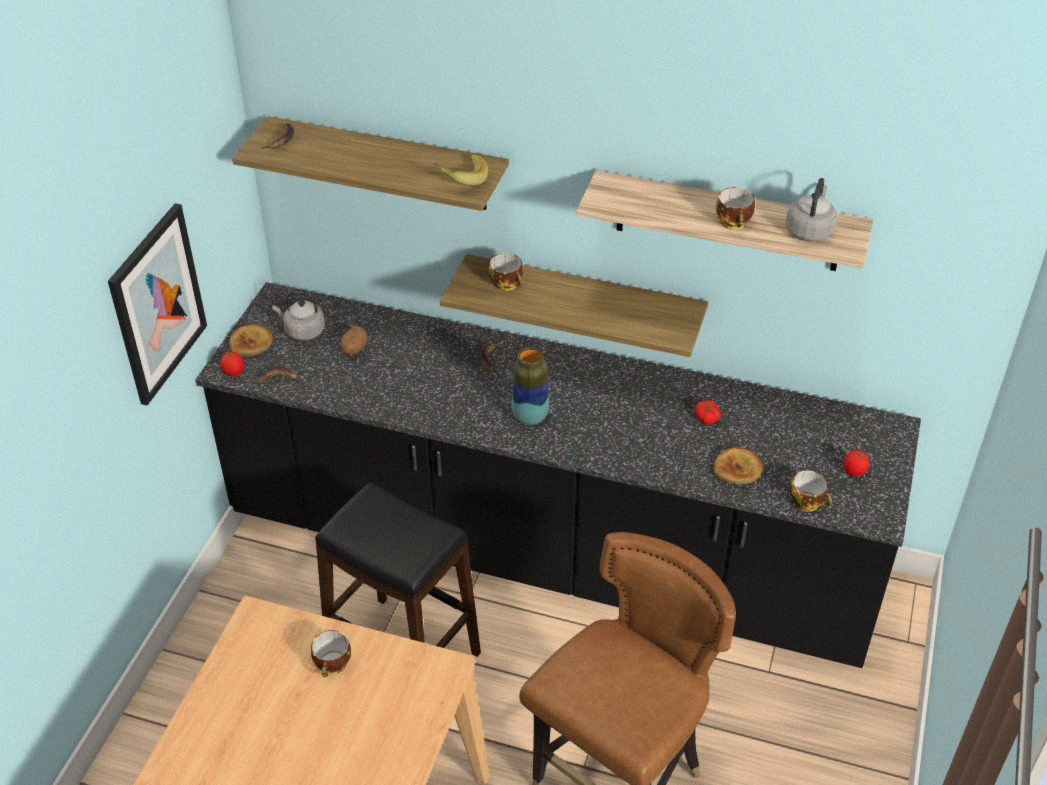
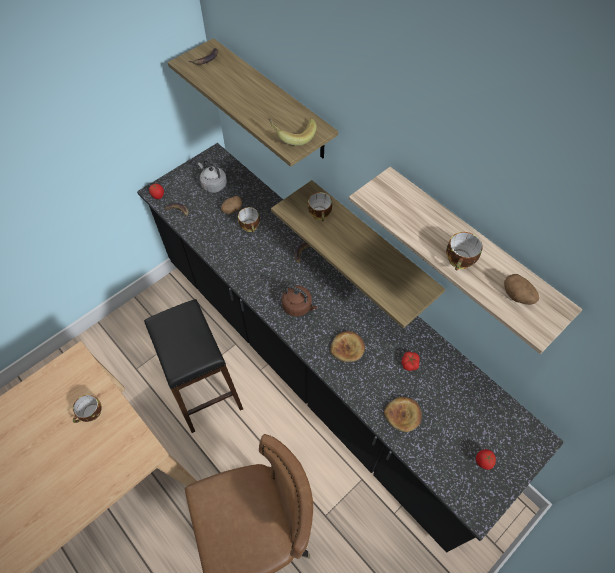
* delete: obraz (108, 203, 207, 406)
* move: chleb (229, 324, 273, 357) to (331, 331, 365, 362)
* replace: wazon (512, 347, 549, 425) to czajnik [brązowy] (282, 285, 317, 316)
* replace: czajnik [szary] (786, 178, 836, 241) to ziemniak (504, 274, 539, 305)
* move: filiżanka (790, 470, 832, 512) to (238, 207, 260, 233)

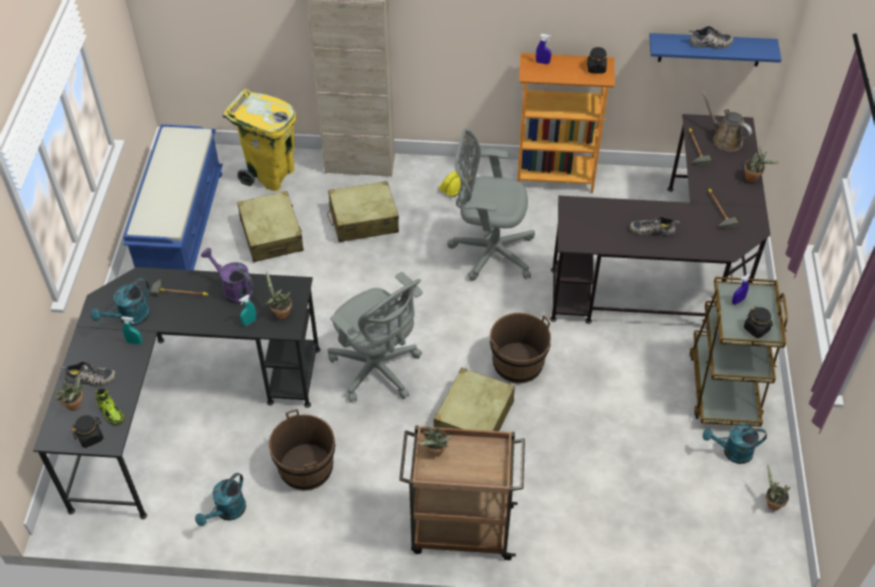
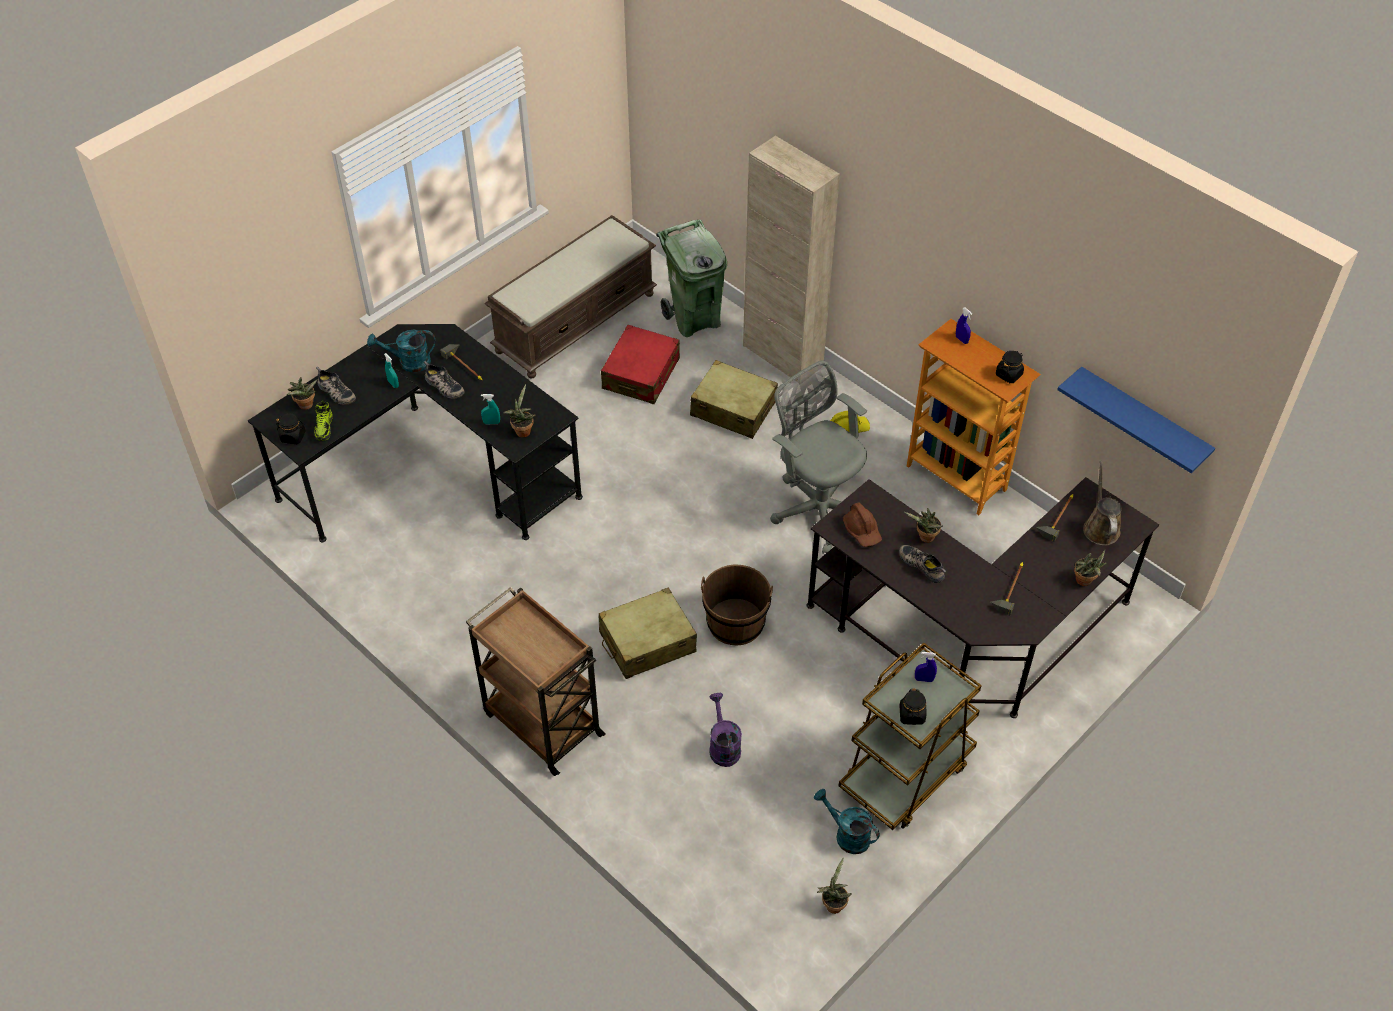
* recolor: ławka [niebieski] (123, 124, 223, 270) to ławka [brązowy] (485, 215, 657, 379)
* delete: konewka [turkusowy] (195, 473, 246, 526)
* move: konewka [fioletowy] (201, 248, 254, 304) to (709, 693, 742, 767)
* recolor: kosz na śmieci [żółty] (222, 88, 296, 191) to kosz na śmieci [zielony] (656, 219, 727, 337)
* recolor: walizka [beżowy] (237, 191, 304, 262) to walizka [czerwony] (601, 325, 680, 404)
* delete: wiadro [brązowy] (269, 409, 335, 491)
* delete: krzesło biurowe [szary] (328, 272, 423, 403)
* move: roślina doniczkowa (416, 426, 454, 456) to (904, 508, 943, 543)
* move: but (689, 26, 733, 49) to (424, 361, 465, 399)
* insert: kask [brązowy] (843, 502, 882, 547)

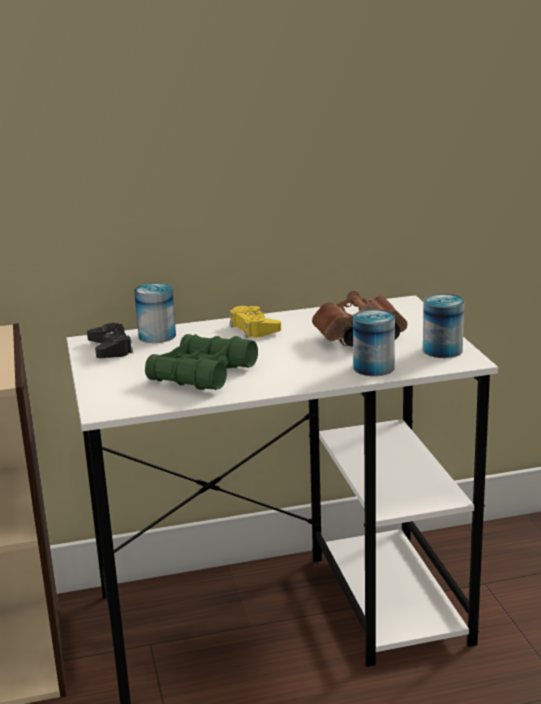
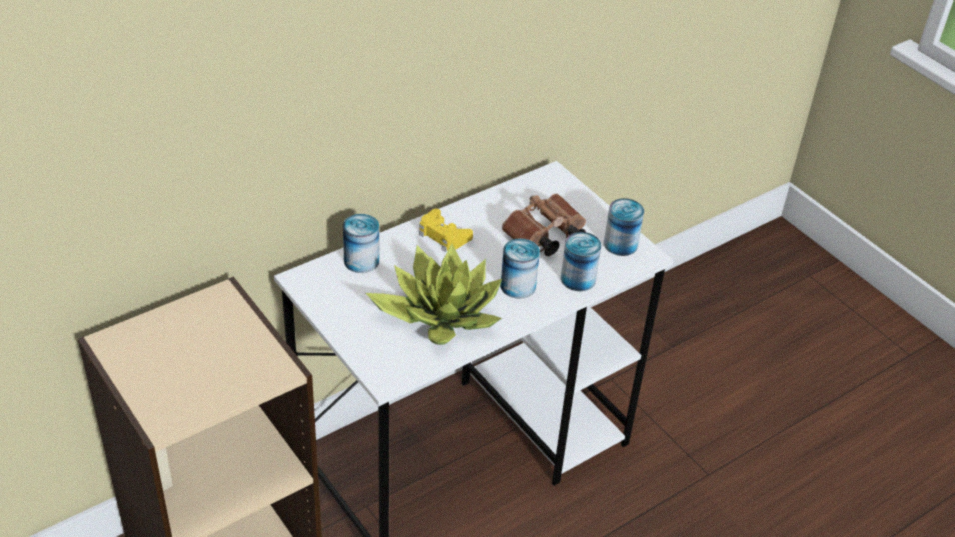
* delete: pad do gier [czarny] (87, 323, 134, 358)
* replace: lornetka [zielony] (145, 334, 258, 390) to roślina doniczkowa (366, 244, 502, 345)
* insert: puszka (500, 238, 540, 299)

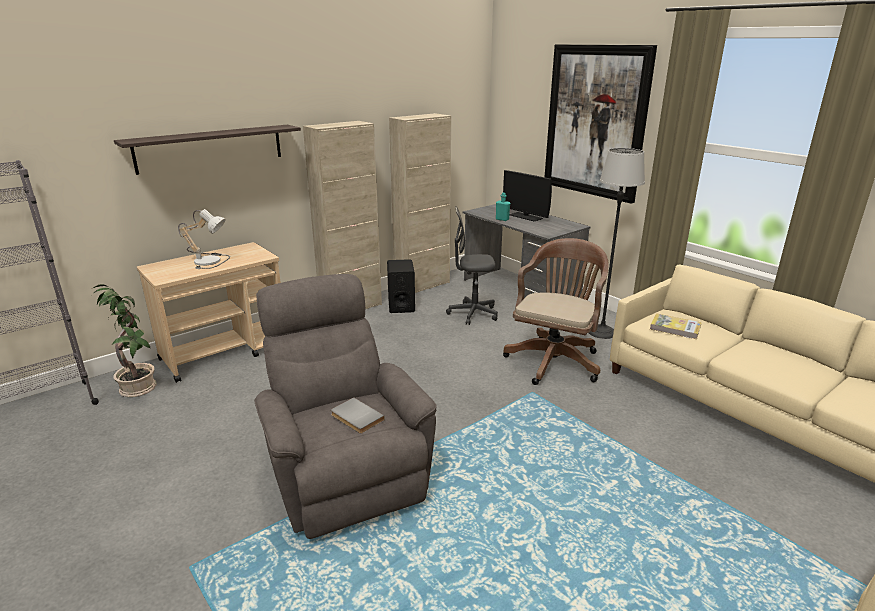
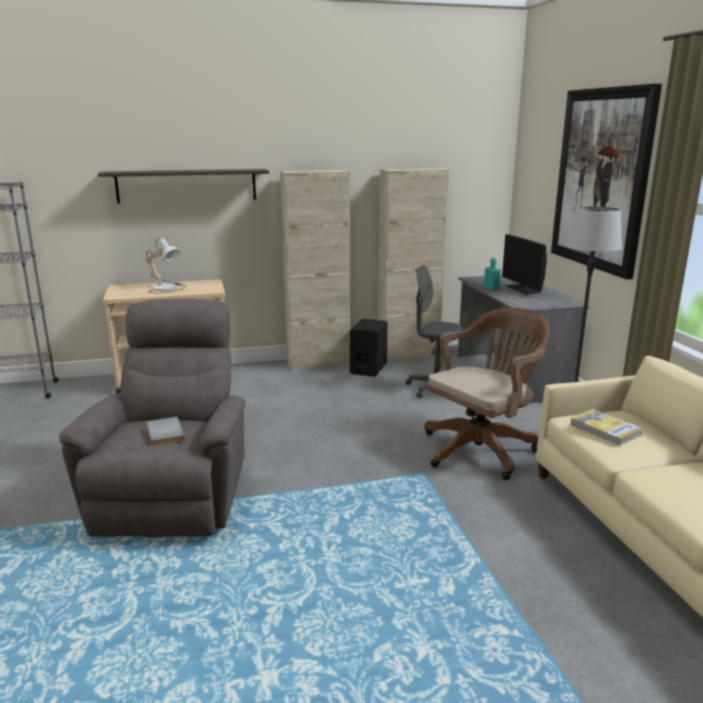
* delete: roślina doniczkowa (92, 284, 157, 397)

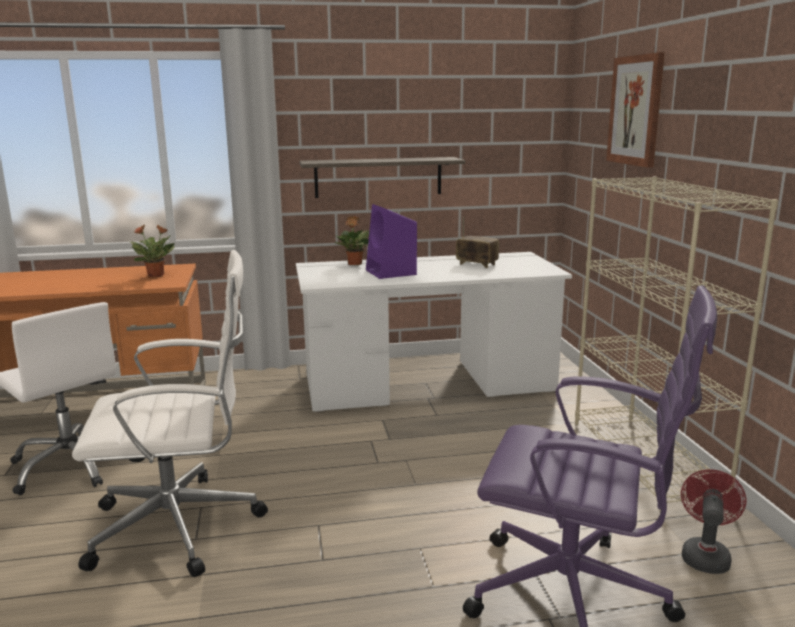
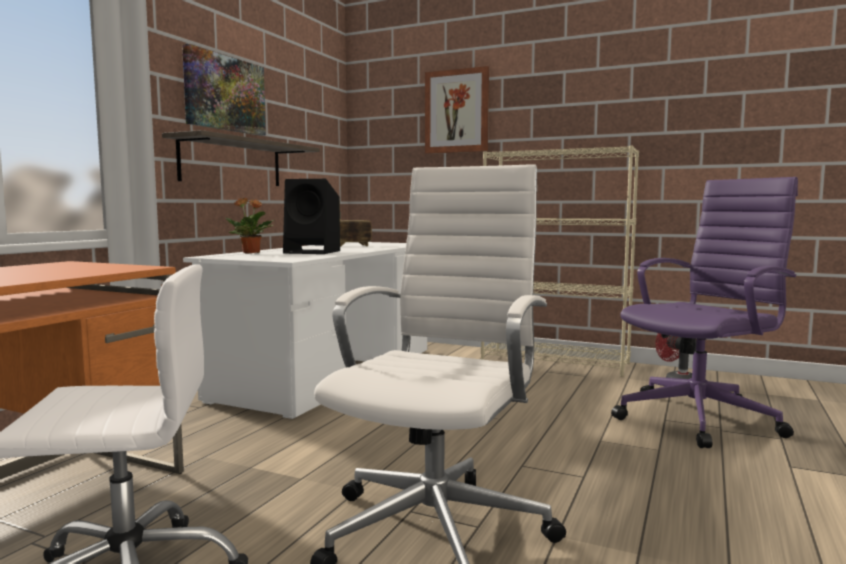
* delete: roślina doniczkowa (130, 224, 175, 277)
* recolor: głośnik [fioletowy] (366, 204, 417, 279) to głośnik [czarny] (283, 179, 340, 254)
* insert: obraz (182, 44, 266, 136)

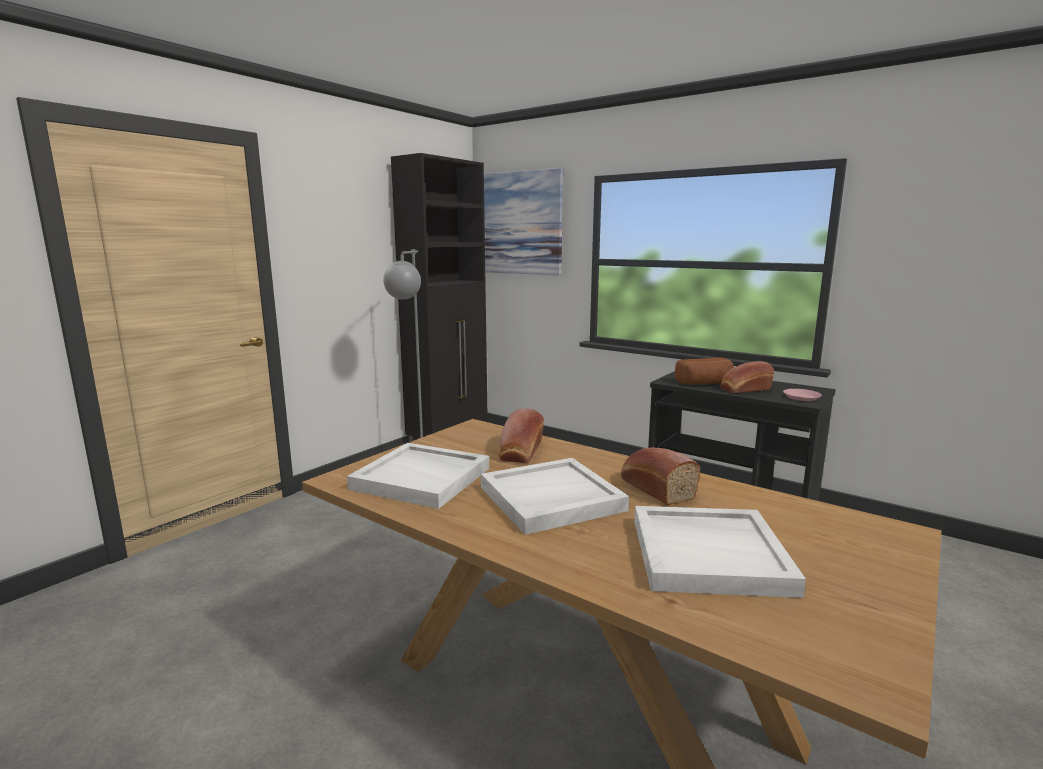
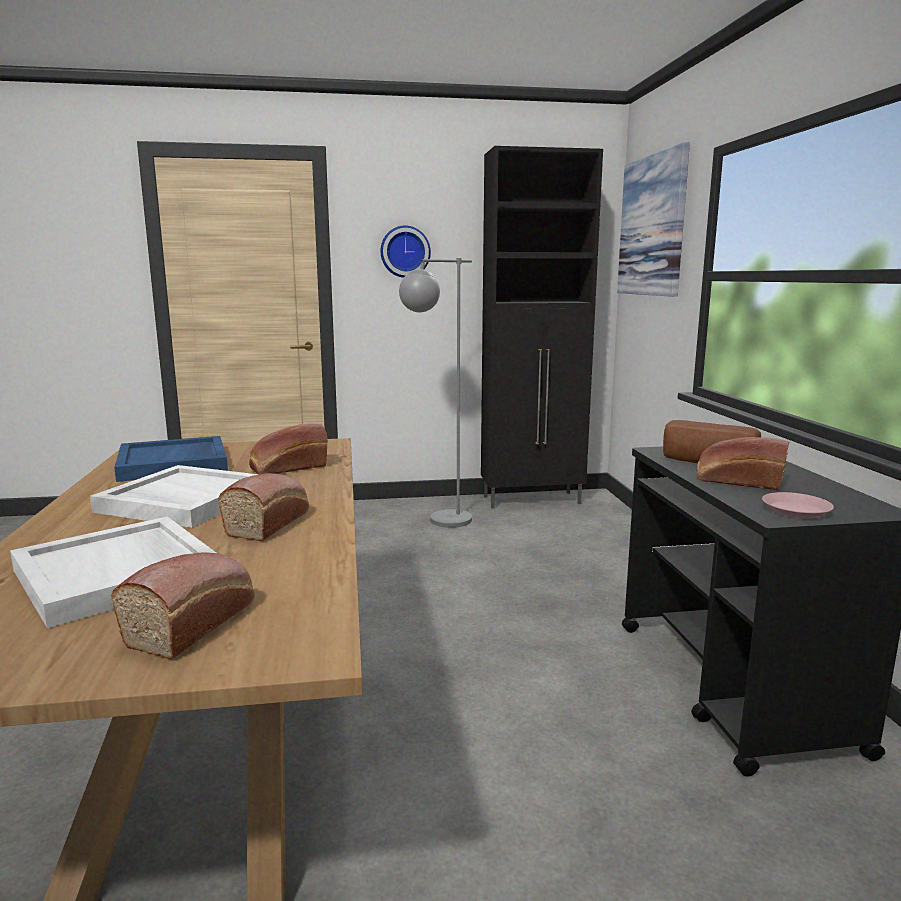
* recolor: taca [biały] (347, 443, 489, 509) to taca [niebieski] (114, 436, 228, 482)
* insert: chleb (111, 553, 255, 660)
* insert: zegar ścienny (380, 225, 431, 278)

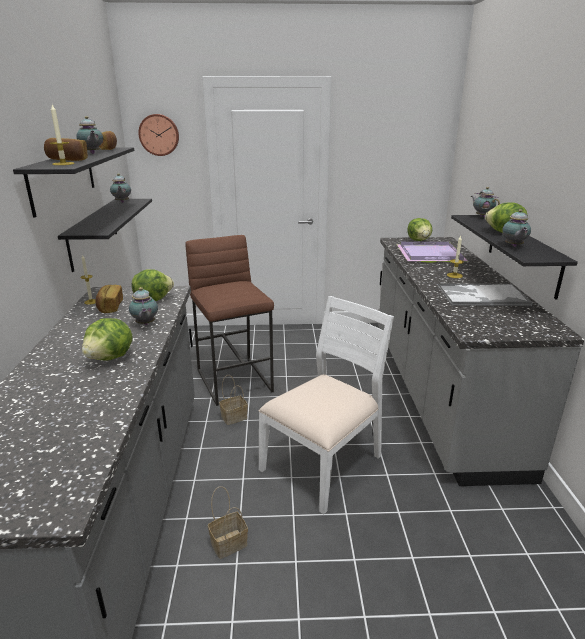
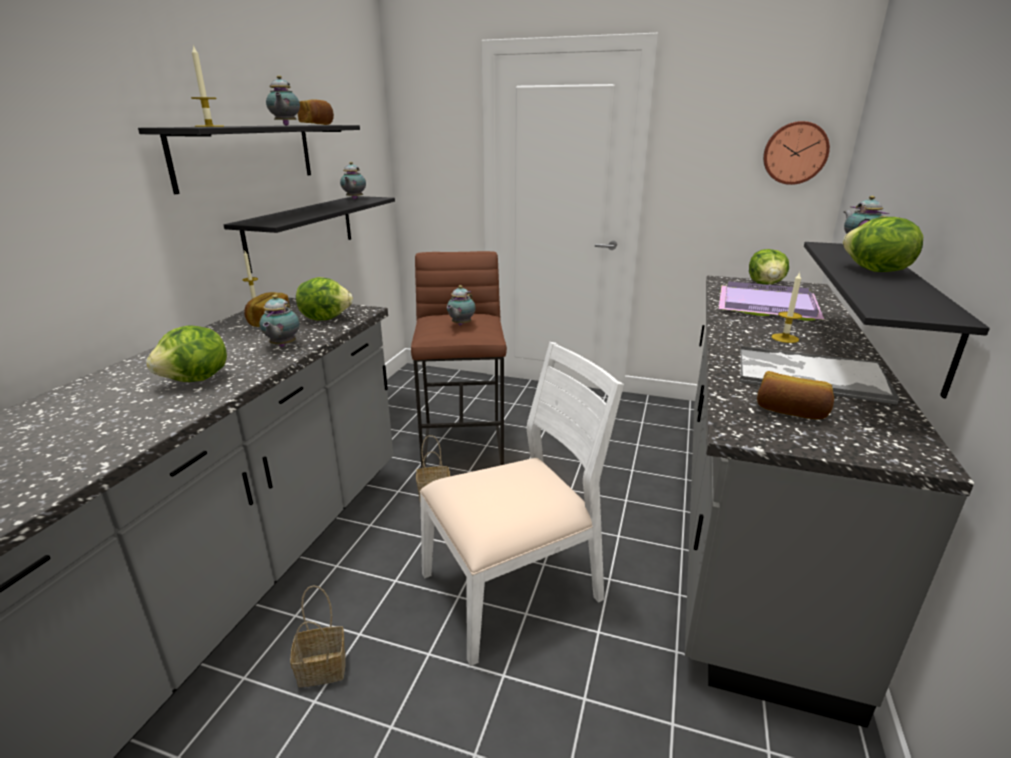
* move: chleb (44, 138, 88, 161) to (757, 371, 834, 419)
* move: zegar ścienny (138, 114, 179, 156) to (763, 121, 830, 185)
* move: imbryk (502, 209, 531, 247) to (447, 285, 476, 326)

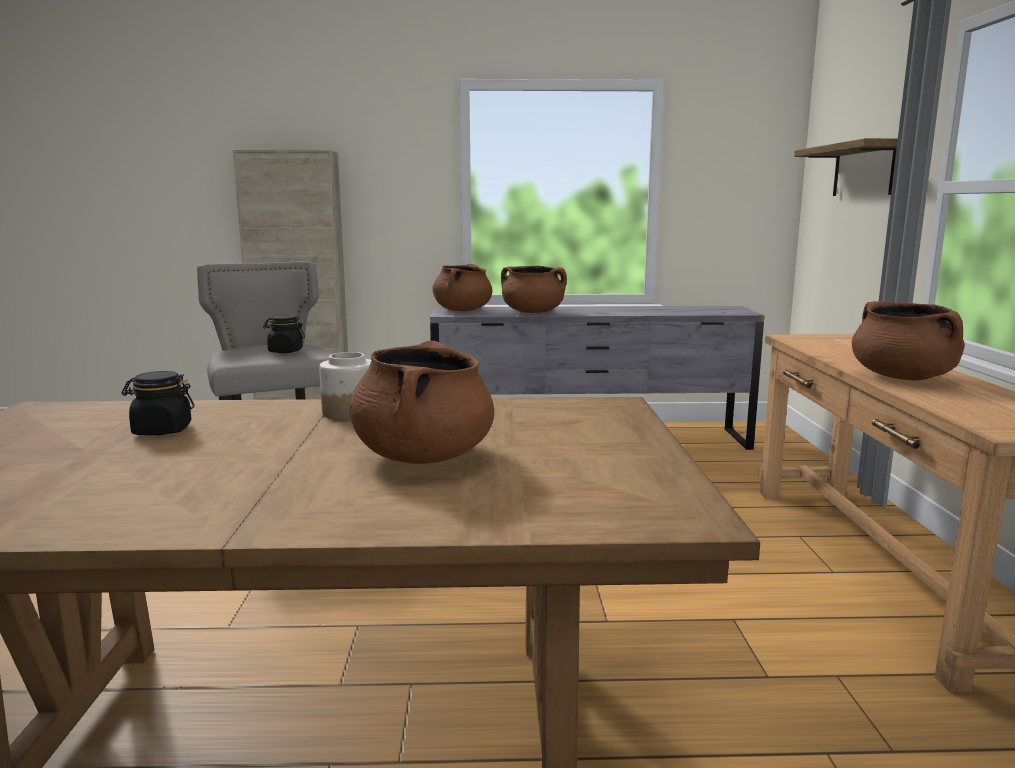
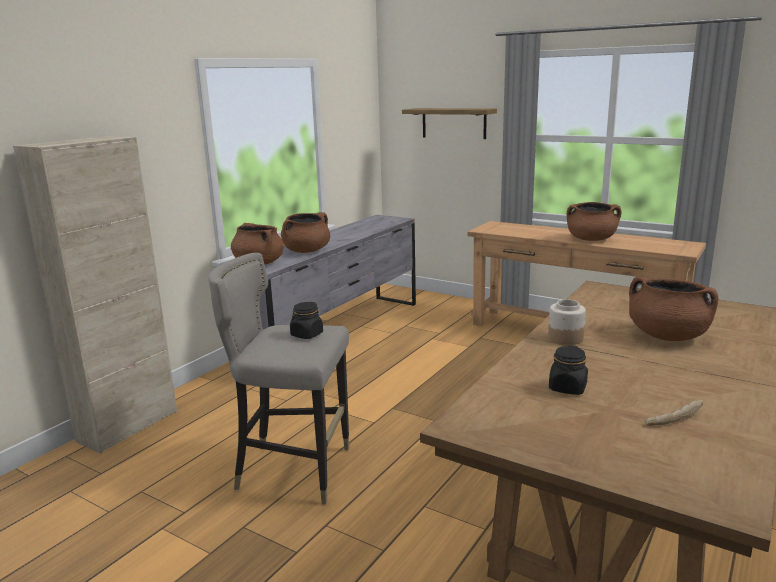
* insert: chleb (645, 399, 703, 426)

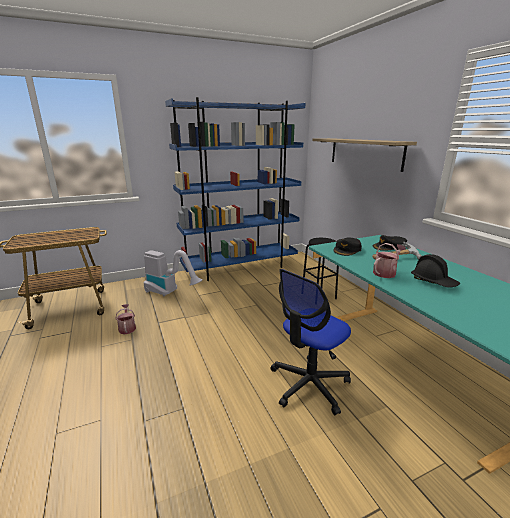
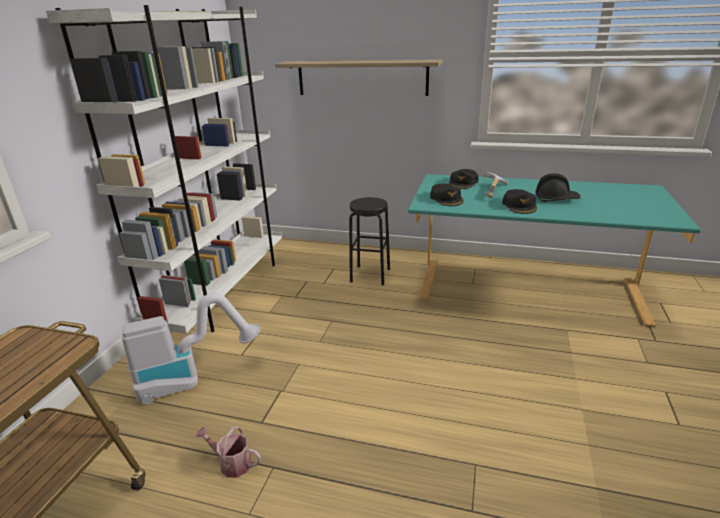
* recolor: regał [niebieski] (165, 97, 305, 281) to regał [biały] (46, 5, 282, 333)
* delete: krzesło biurowe (271, 269, 351, 415)
* replace: konewka (373, 243, 406, 278) to czapka z daszkiem [czarny] (502, 189, 537, 214)

